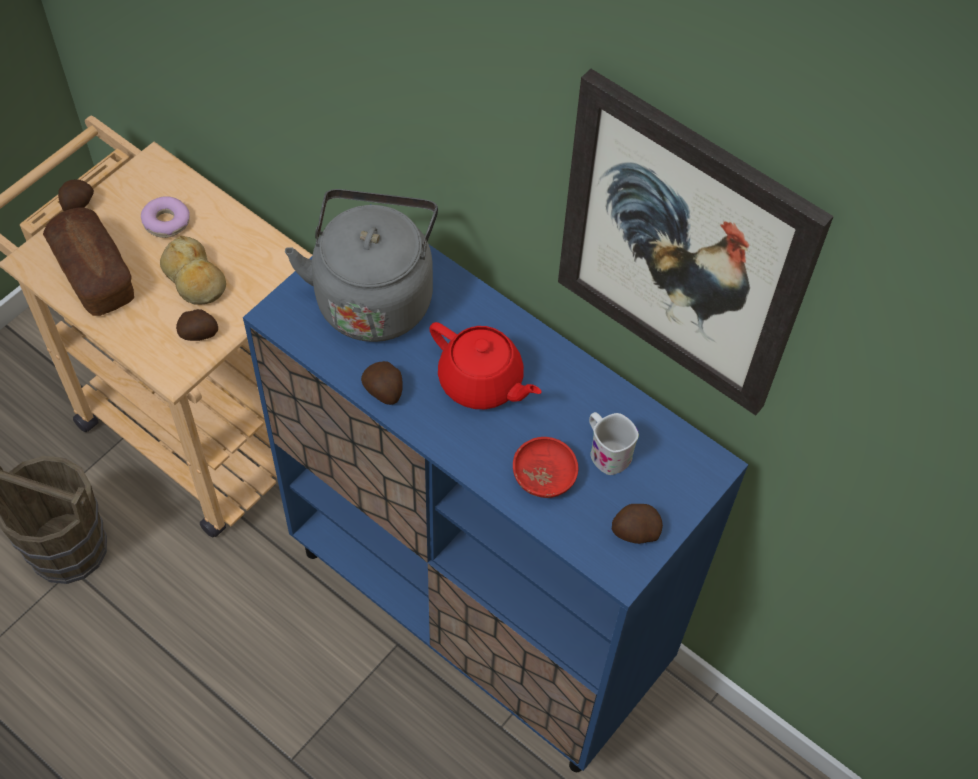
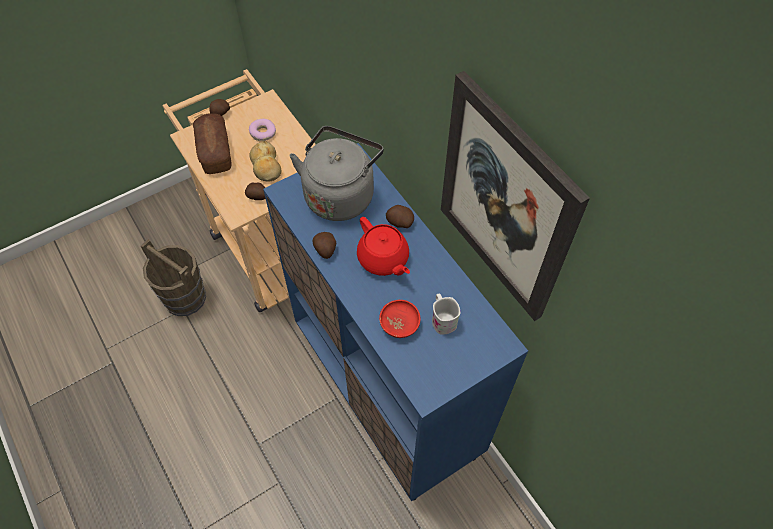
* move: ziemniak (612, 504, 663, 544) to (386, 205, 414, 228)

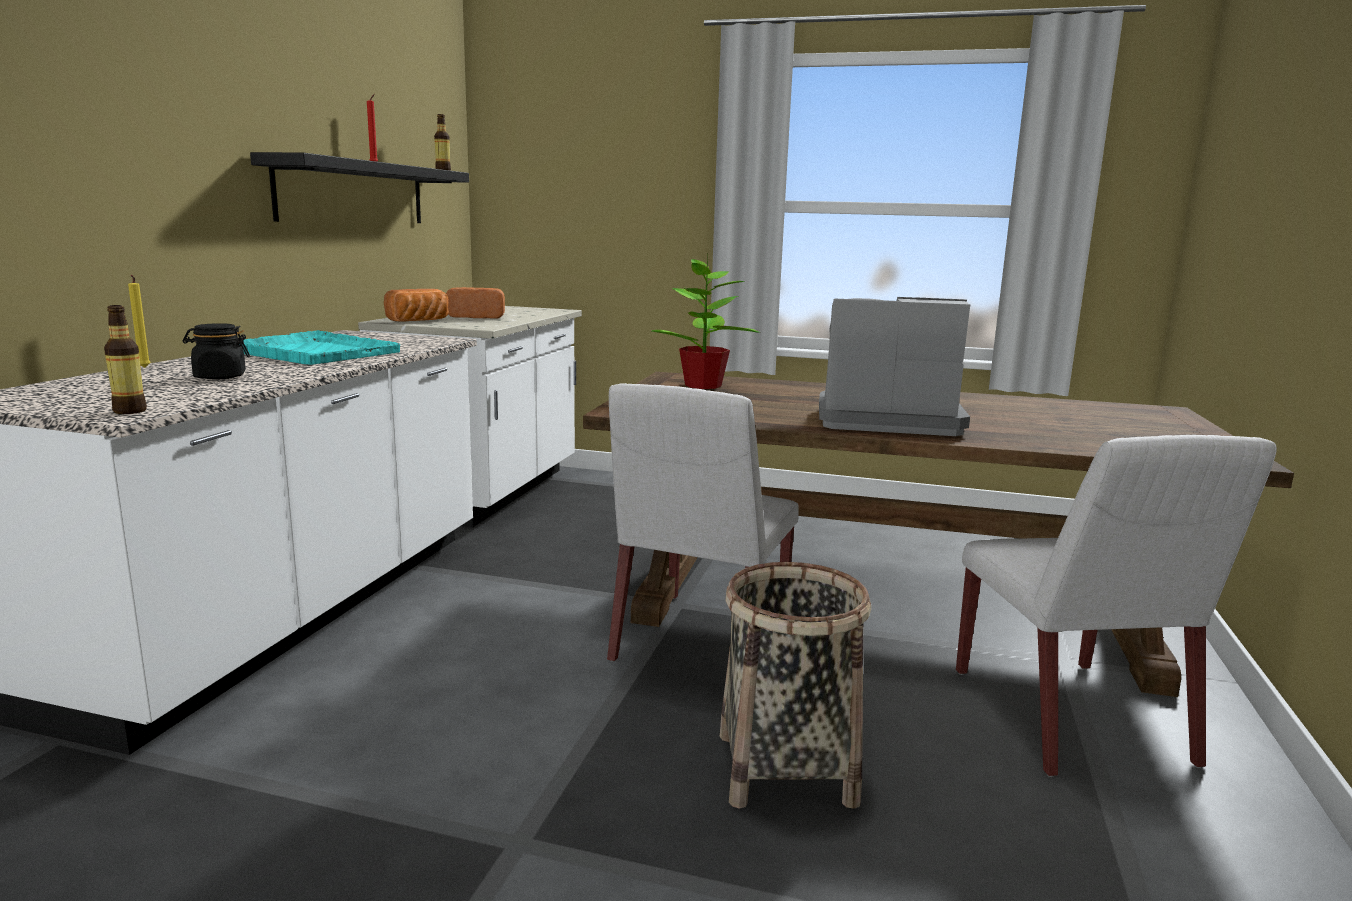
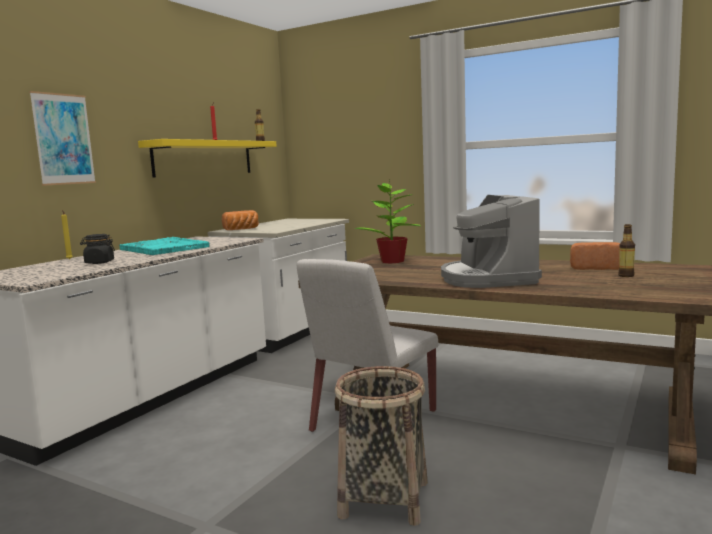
* move: butelka (104, 305, 147, 414) to (618, 224, 635, 277)
* recolor: półka [czarny] (250, 152, 469, 223) to półka [żółty] (138, 139, 277, 178)
* move: chleb (446, 287, 505, 319) to (570, 242, 620, 270)
* rotate: ekspres do kawy (819, 297, 970, 436) = (441, 195, 542, 288) 120 degrees counterclockwise
* delete: krzesło [biały] (956, 435, 1277, 777)
* insert: obraz (29, 91, 96, 186)

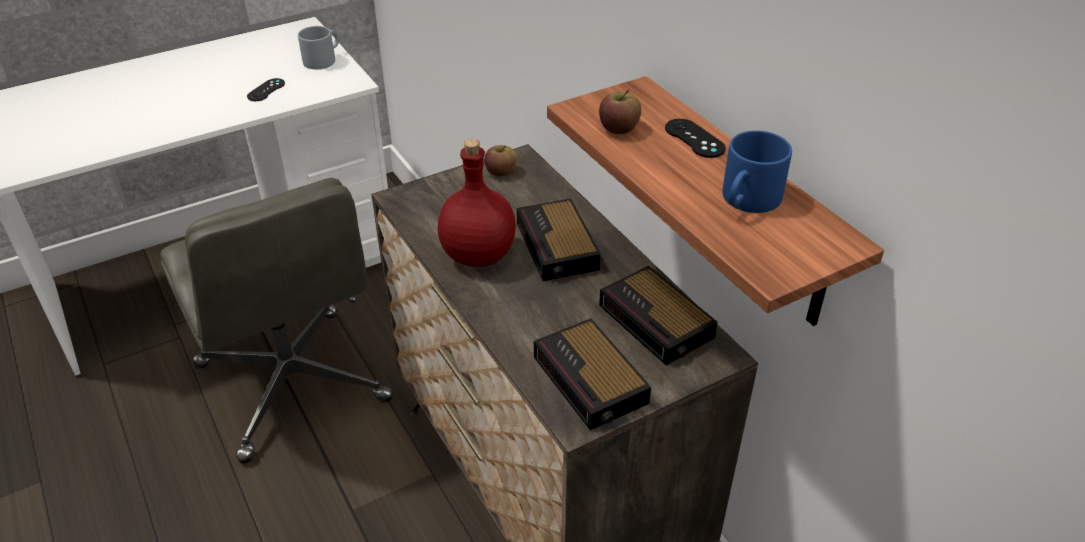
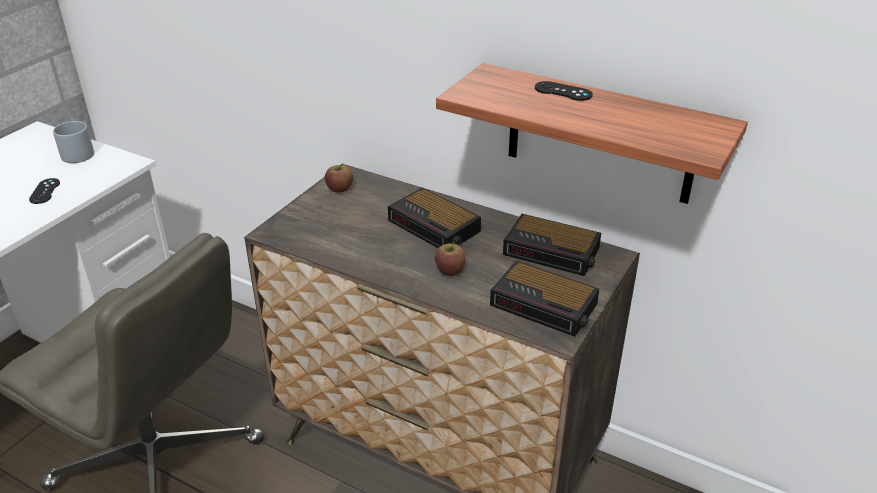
* delete: butelka [czerwony] (438, 139, 516, 267)
* move: jabłko (599, 90, 641, 134) to (435, 242, 465, 276)
* delete: kubek [niebieski] (722, 130, 792, 213)

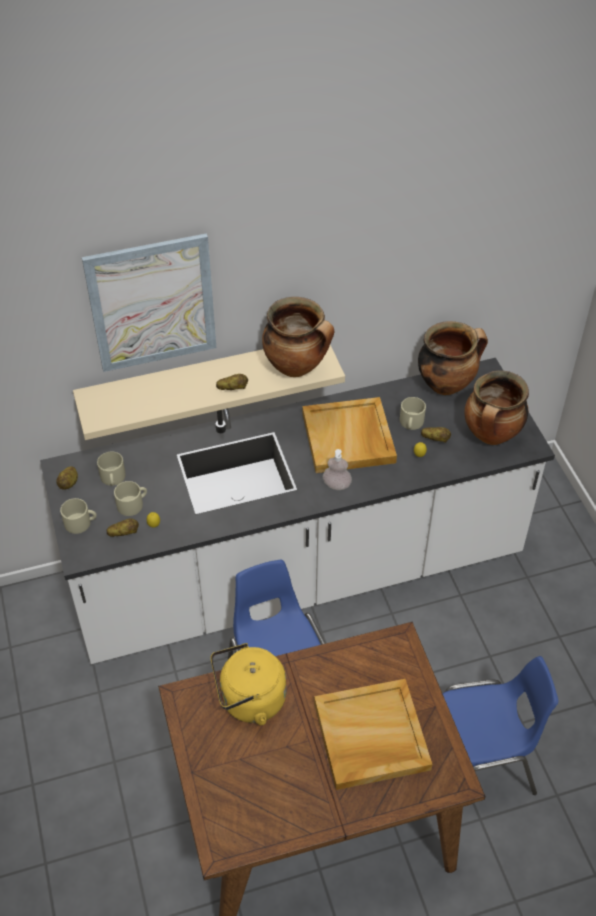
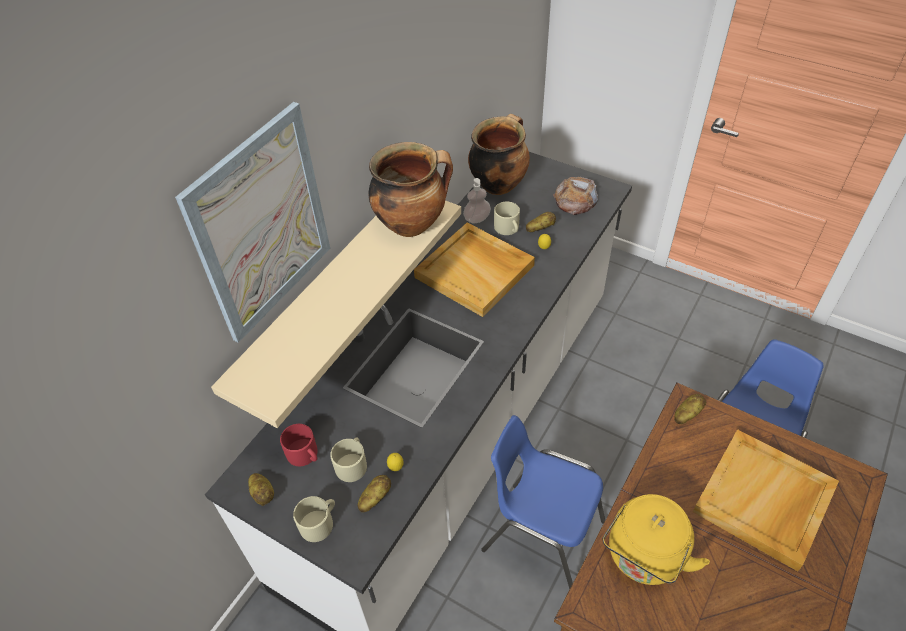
* recolor: kubek [beżowy] (97, 451, 126, 486) to kubek [czerwony] (280, 424, 317, 466)
* move: ziemniak (216, 374, 248, 390) to (674, 394, 706, 424)
* move: dozownik mydła (323, 449, 352, 490) to (463, 178, 491, 223)
* replace: garnek (464, 370, 529, 445) to chleb (553, 177, 598, 215)

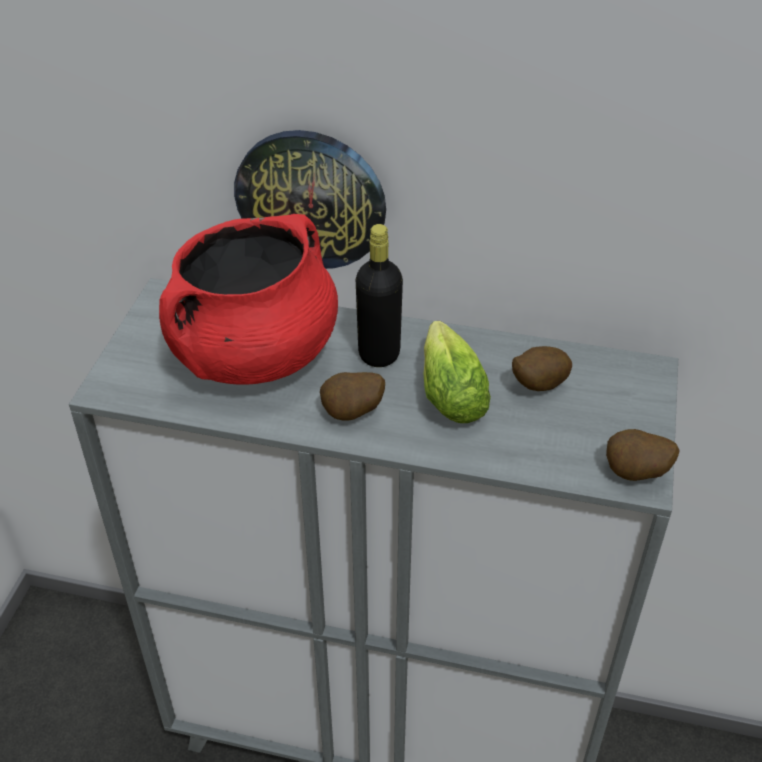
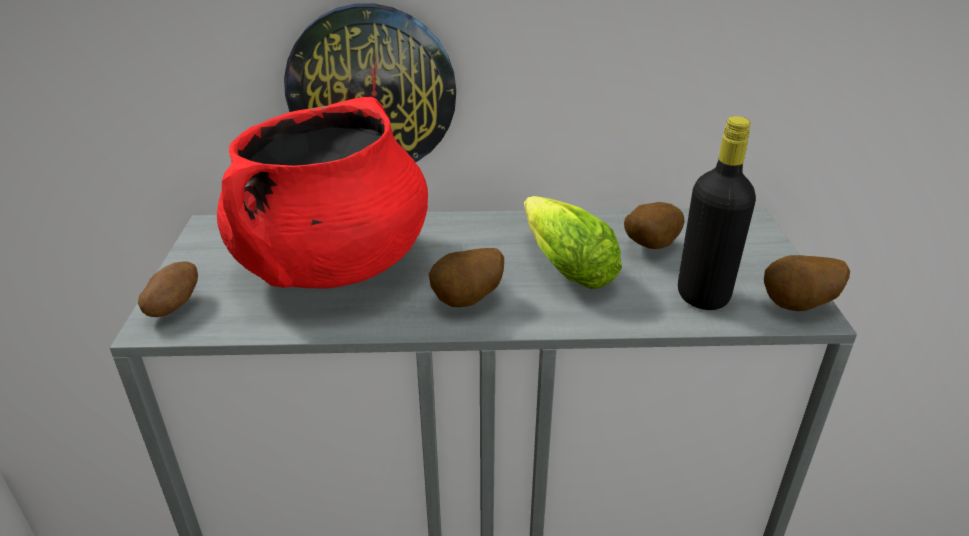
* move: butelka [czarny] (356, 224, 403, 367) to (678, 116, 756, 310)
* insert: ziemniak (138, 261, 198, 317)

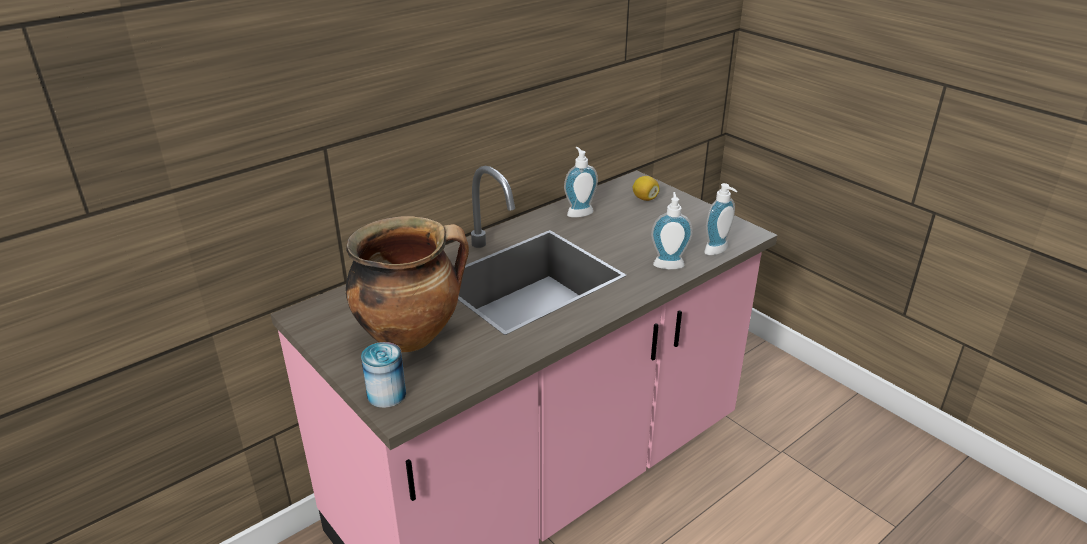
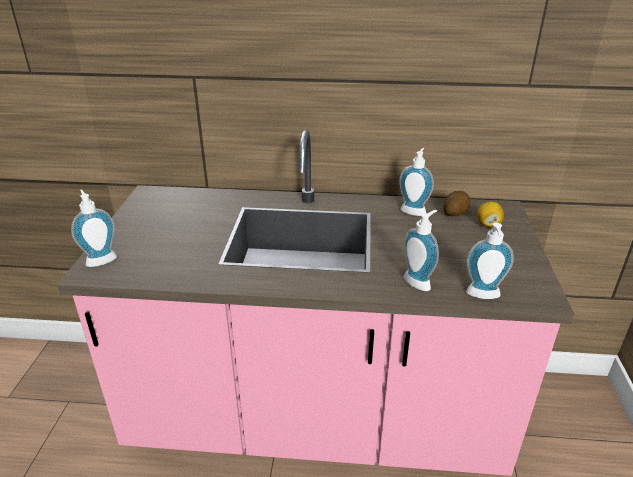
* delete: garnek (346, 216, 469, 352)
* replace: puszka (361, 342, 406, 408) to dozownik mydła (71, 189, 117, 267)
* insert: ziemniak (443, 191, 470, 216)

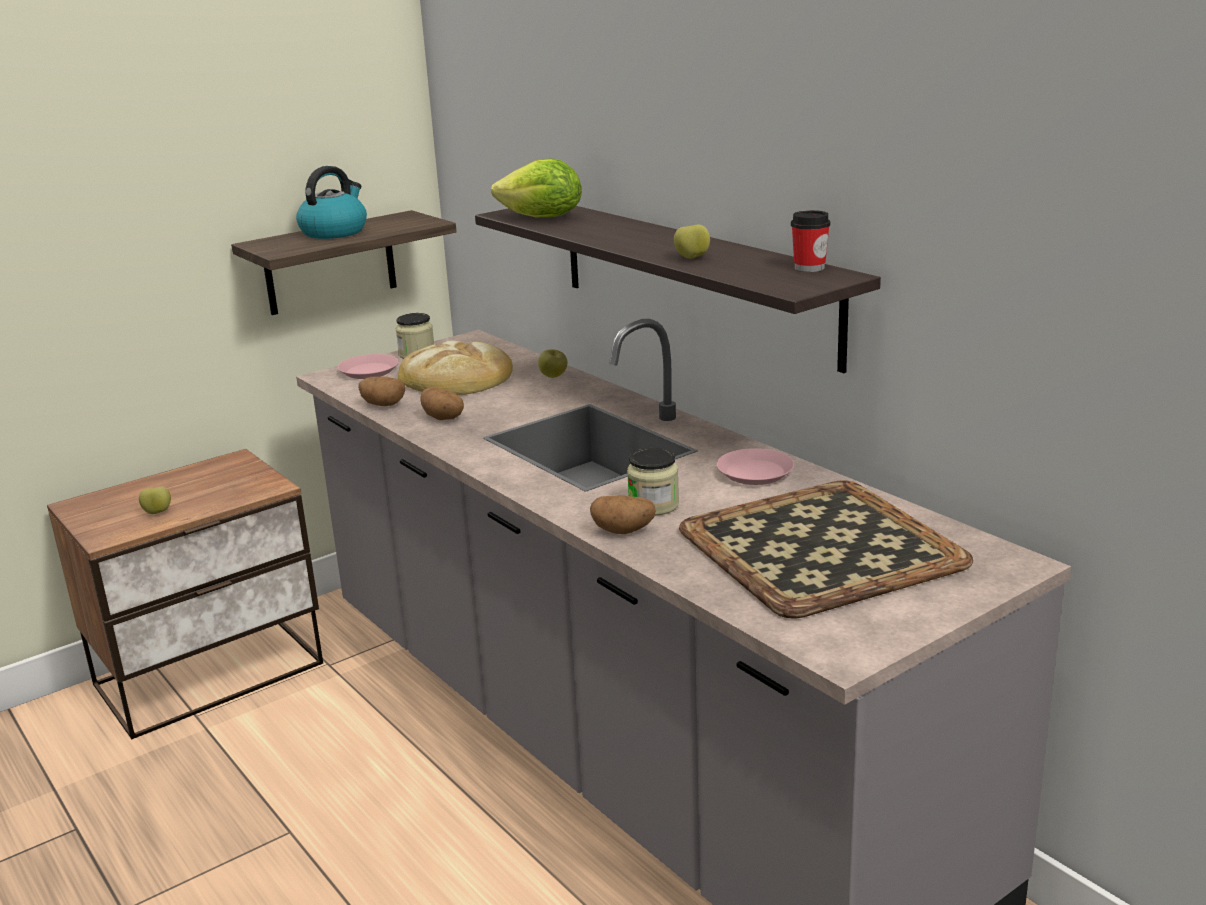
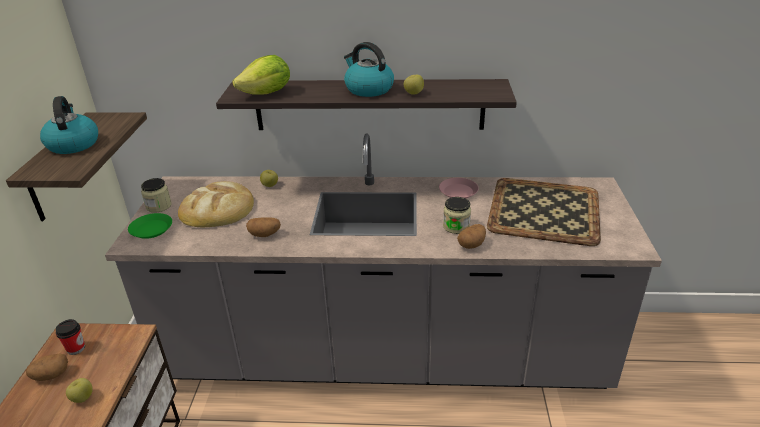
* recolor: talerz [różowy] (338, 354, 399, 379) to talerz [zielony] (128, 213, 172, 239)
* move: ziemniak (358, 376, 405, 406) to (26, 354, 68, 381)
* move: filiżanka (791, 210, 830, 272) to (56, 319, 85, 355)
* insert: czajnik (344, 42, 394, 97)

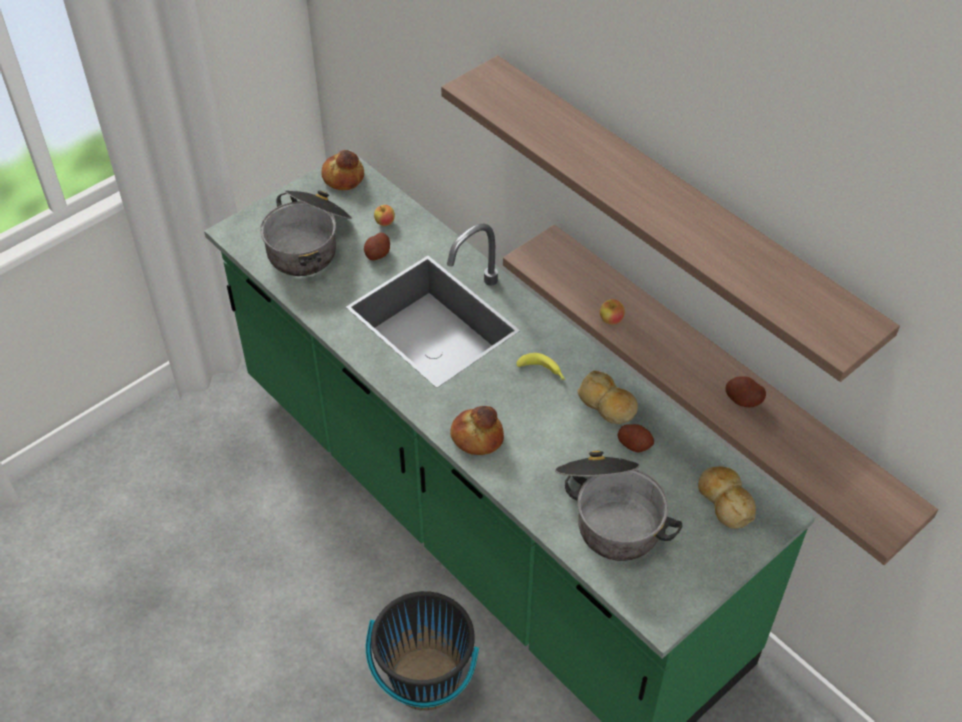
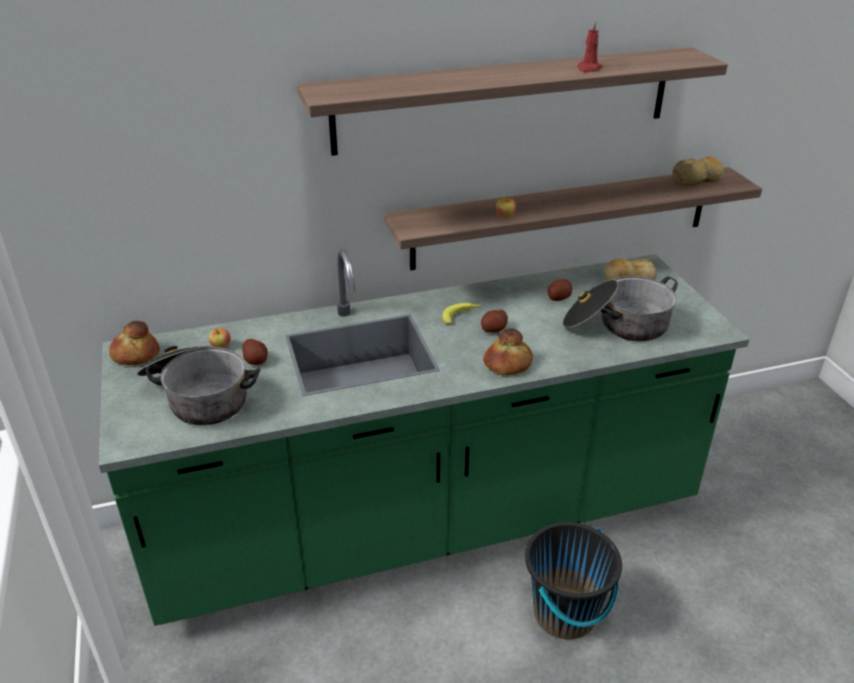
* move: chleb (577, 371, 638, 424) to (672, 156, 724, 186)
* move: ziemniak (725, 376, 766, 407) to (481, 310, 508, 333)
* insert: świeca [czerwony] (577, 20, 603, 72)

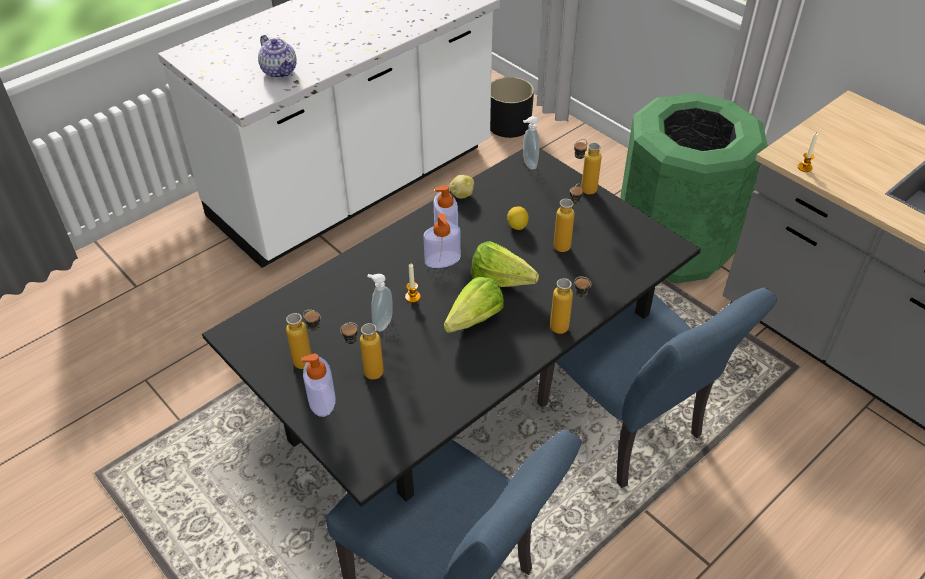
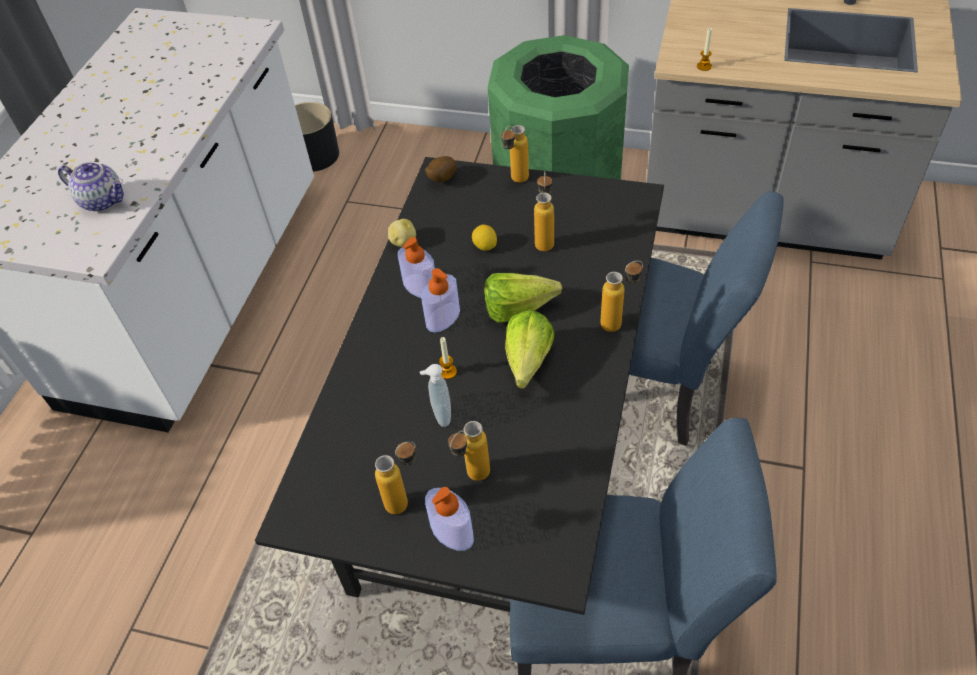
* replace: dozownik mydła (523, 116, 539, 170) to ziemniak (425, 156, 456, 182)

